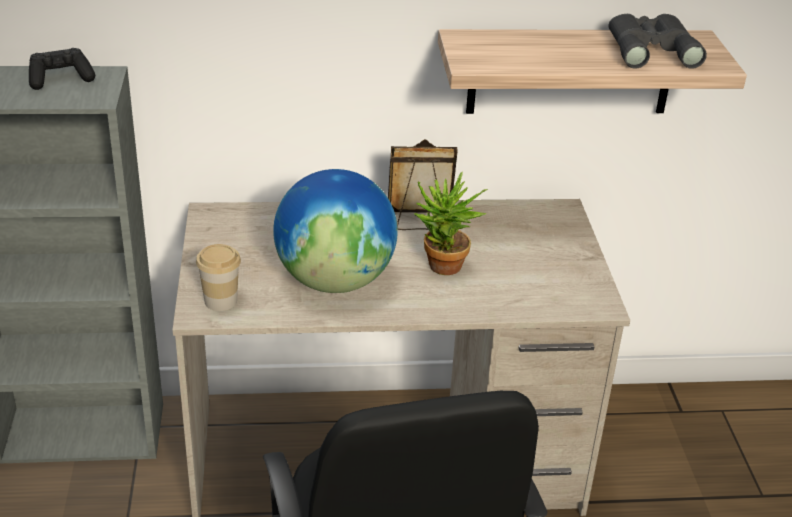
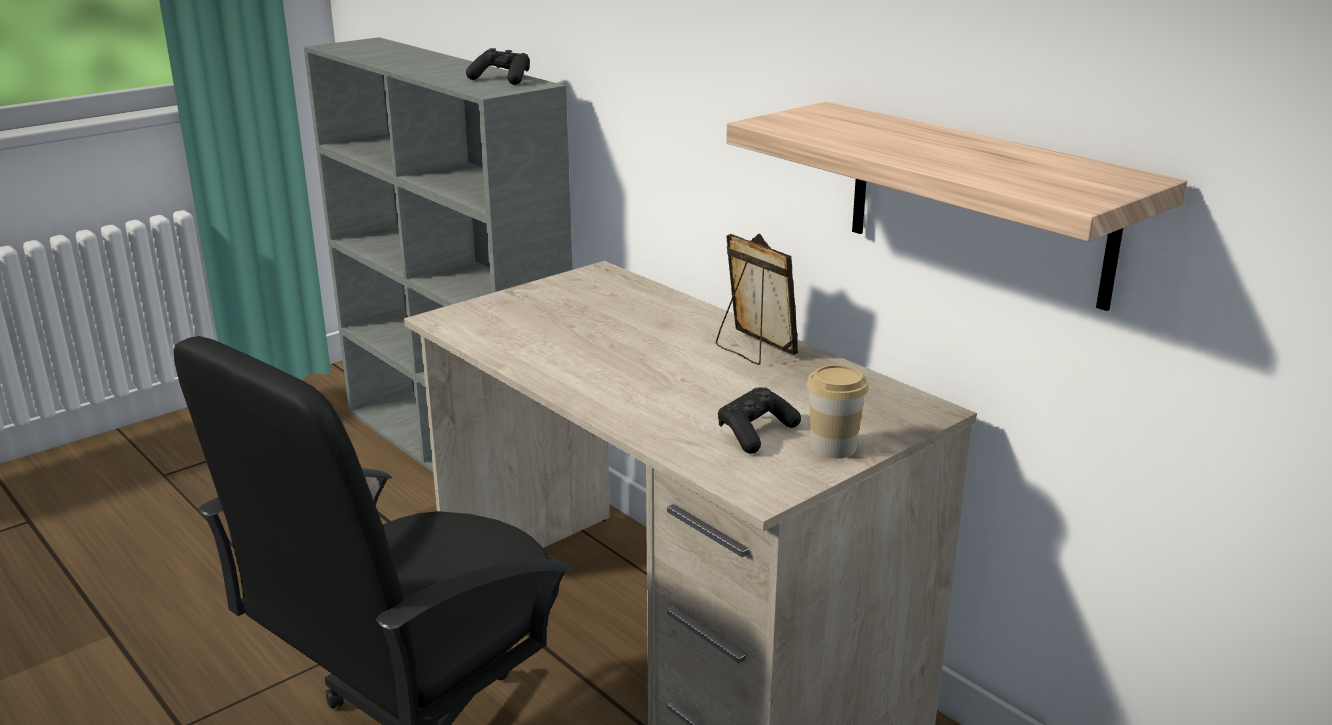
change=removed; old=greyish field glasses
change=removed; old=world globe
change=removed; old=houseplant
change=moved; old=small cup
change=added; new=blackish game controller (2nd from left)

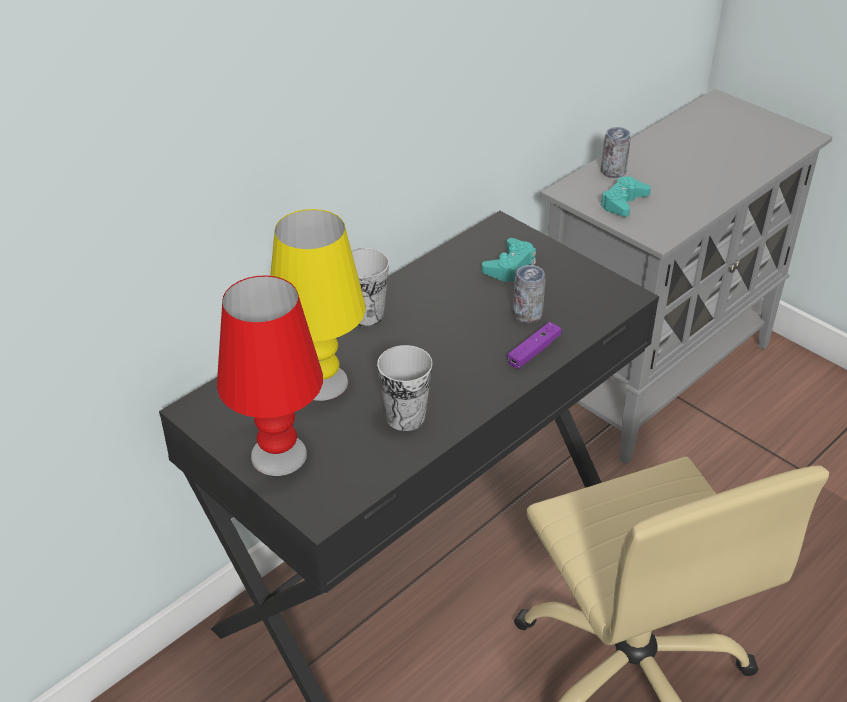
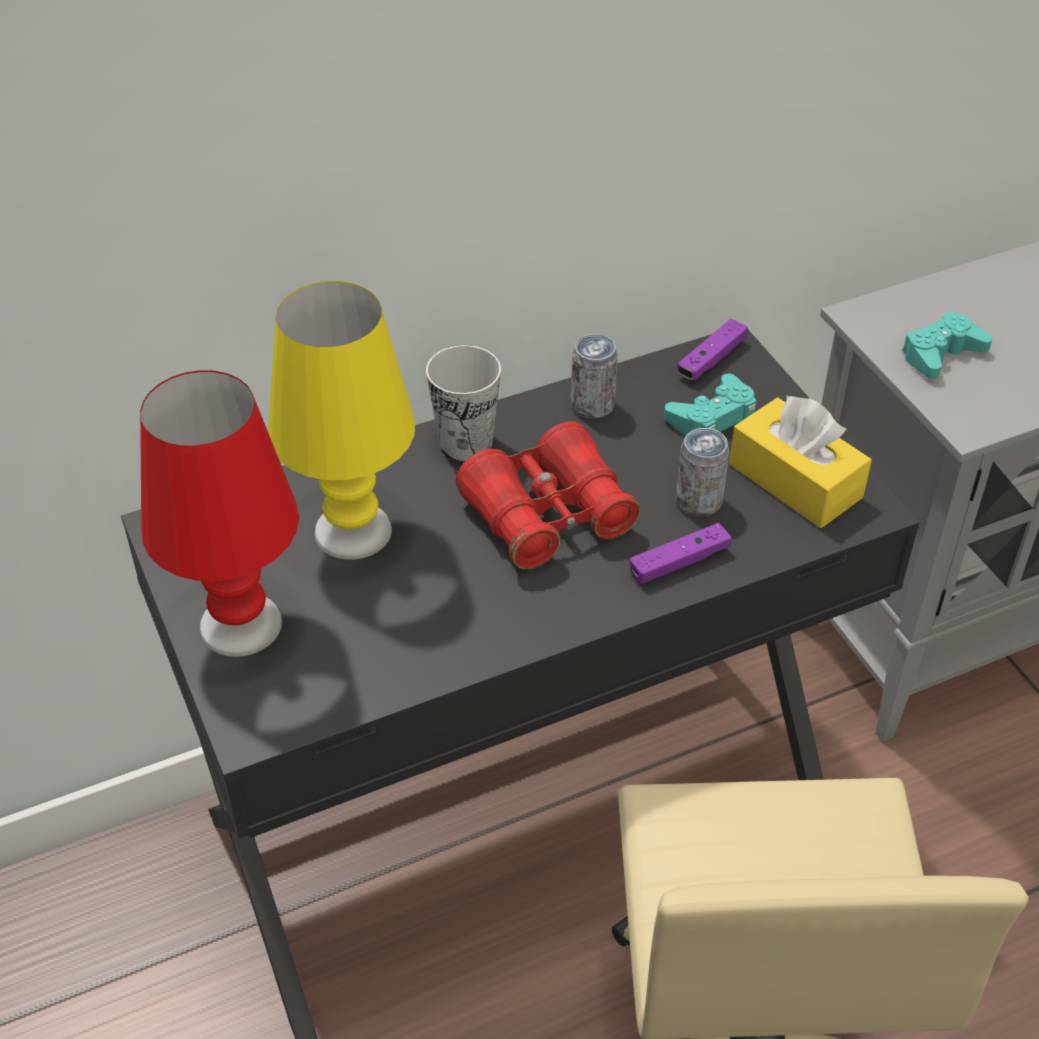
change=moved; old=sealed can (2nd from left in the first image); new=sealed can (1st from left)
change=removed; old=small cup (2nd from left)
change=added; new=purple-coloured game controller (2nd from left)
change=added; new=yellowish box of tissues
change=added; new=reddish field glasses

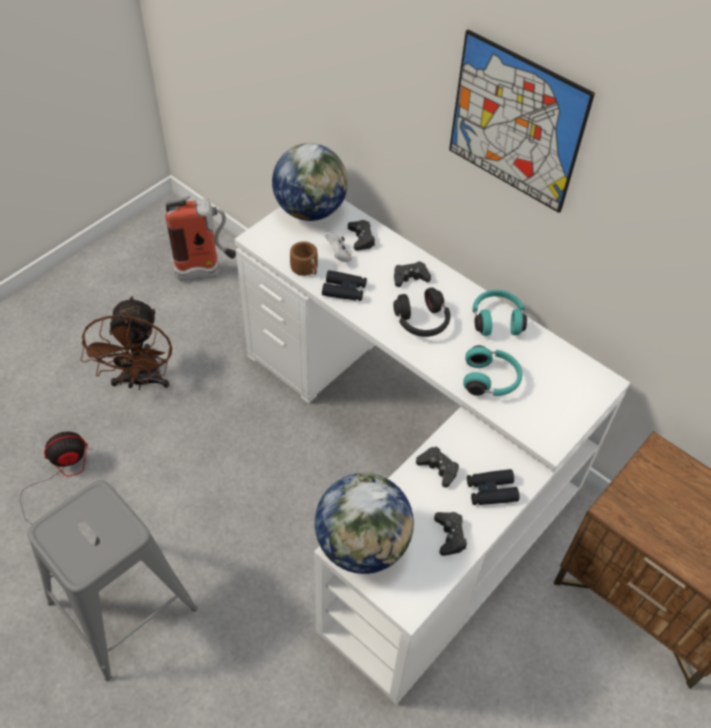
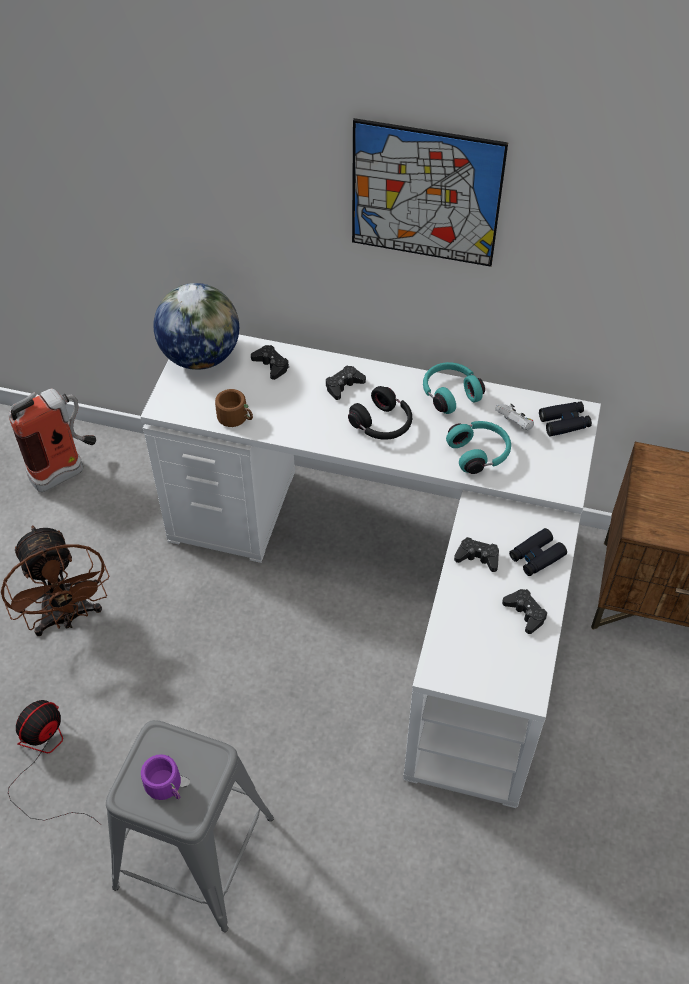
change=moved; old=white-coloured game controller
change=moved; old=blackish field glasses (1st from left in the first image); new=blackish field glasses (2nd from left)
change=removed; old=world globe (2nd from left)
change=added; new=purple-coloured coffee mug

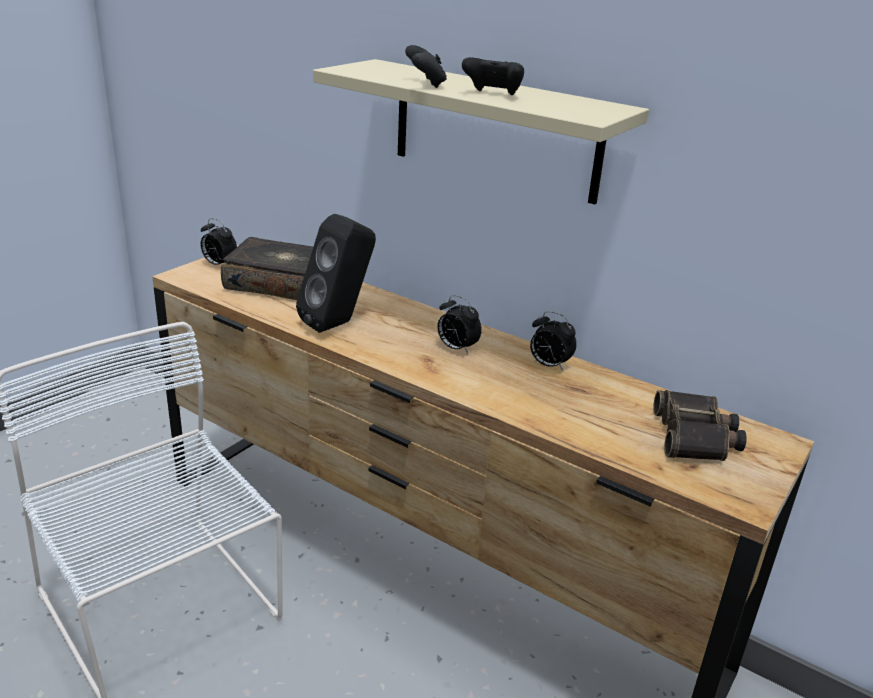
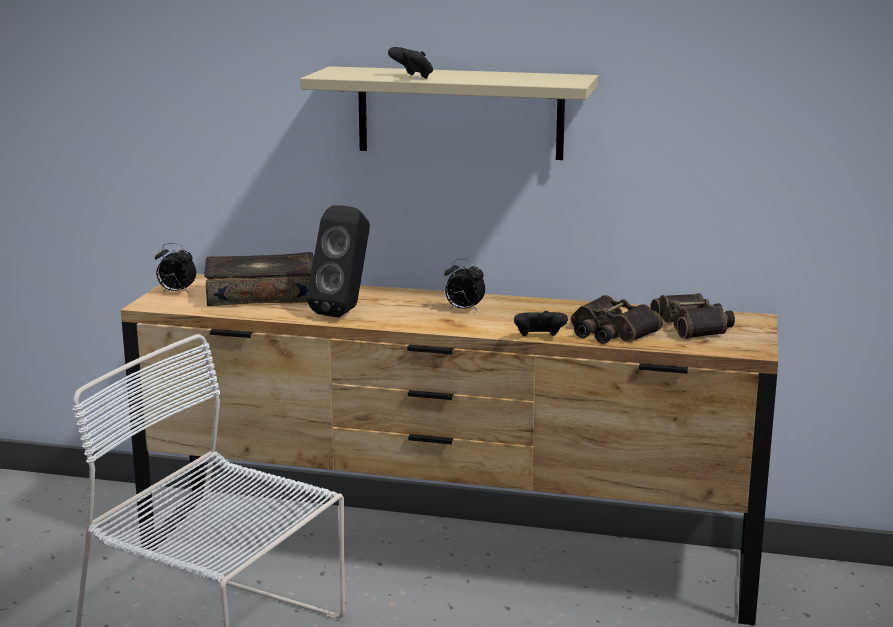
change=moved; old=blackish game controller (2nd from left)
change=removed; old=table clock (3rd from left)
change=added; new=field glasses (1st from left)

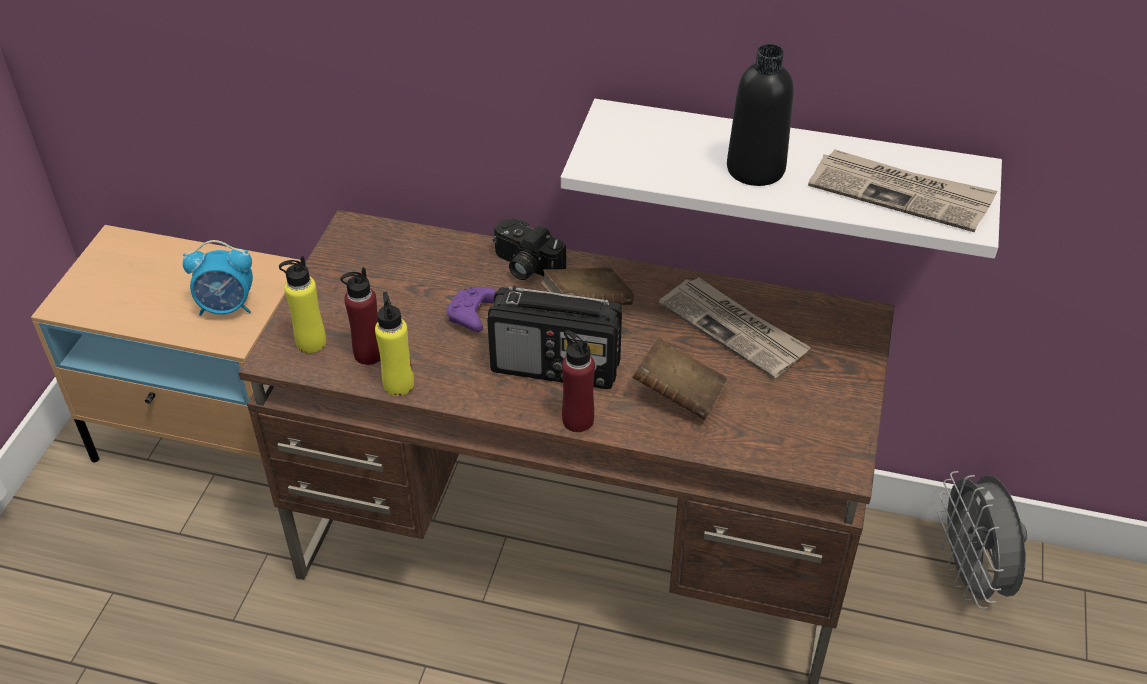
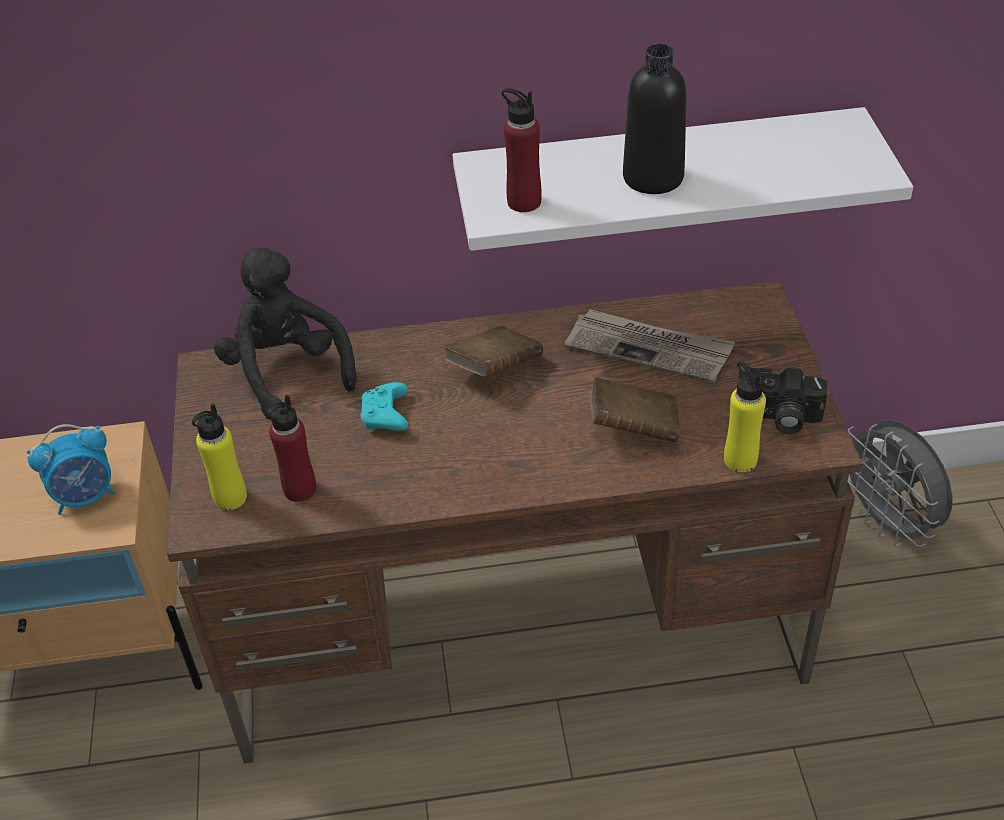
change=removed; old=daily paper (2nd from left)
change=moved; old=still camera
change=removed; old=radio
change=recoloured; old=purple-coloured game controller; new=blue-green game controller
change=moved; old=yellowish bottle (2nd from left)
change=moved; old=reddish bottle (2nd from left)
change=added; new=blackish cuddly toy

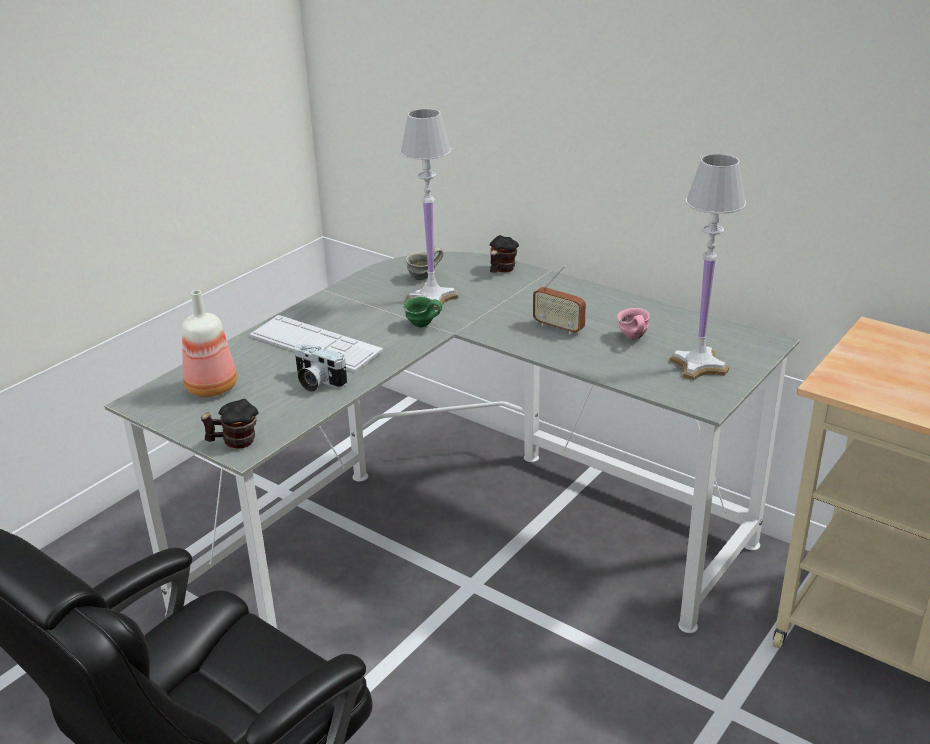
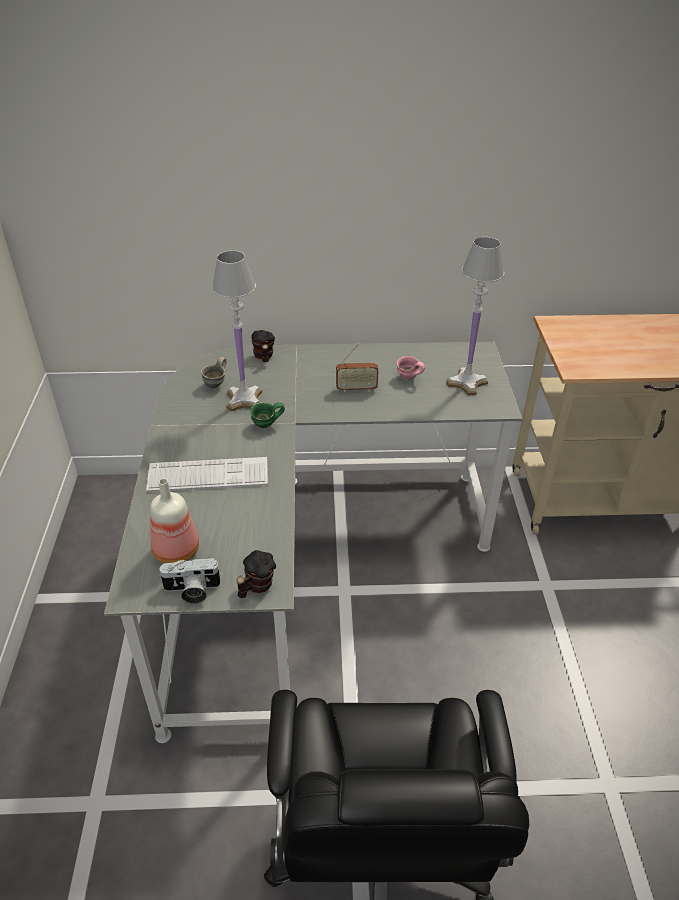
change=moved; old=still camera

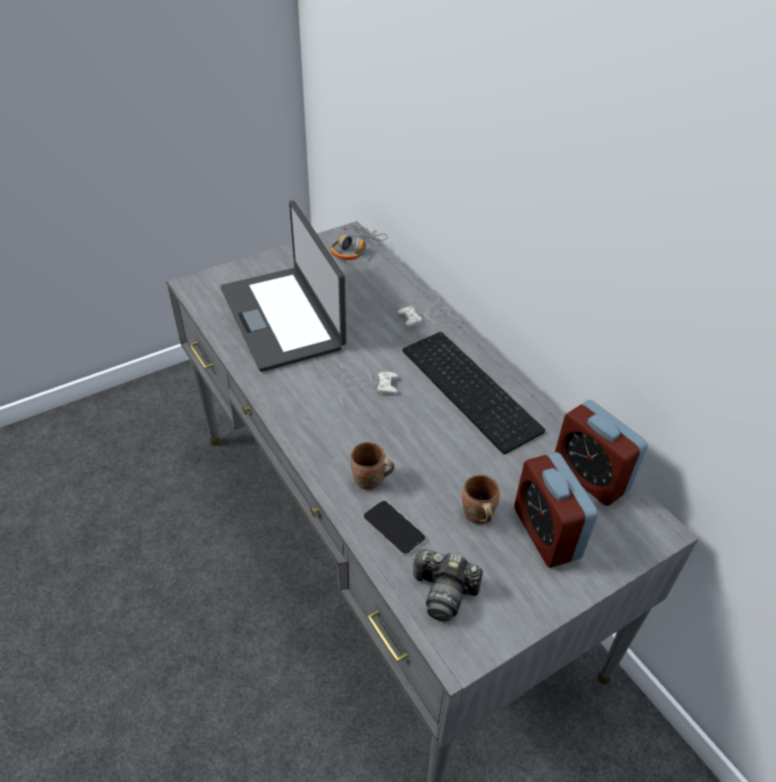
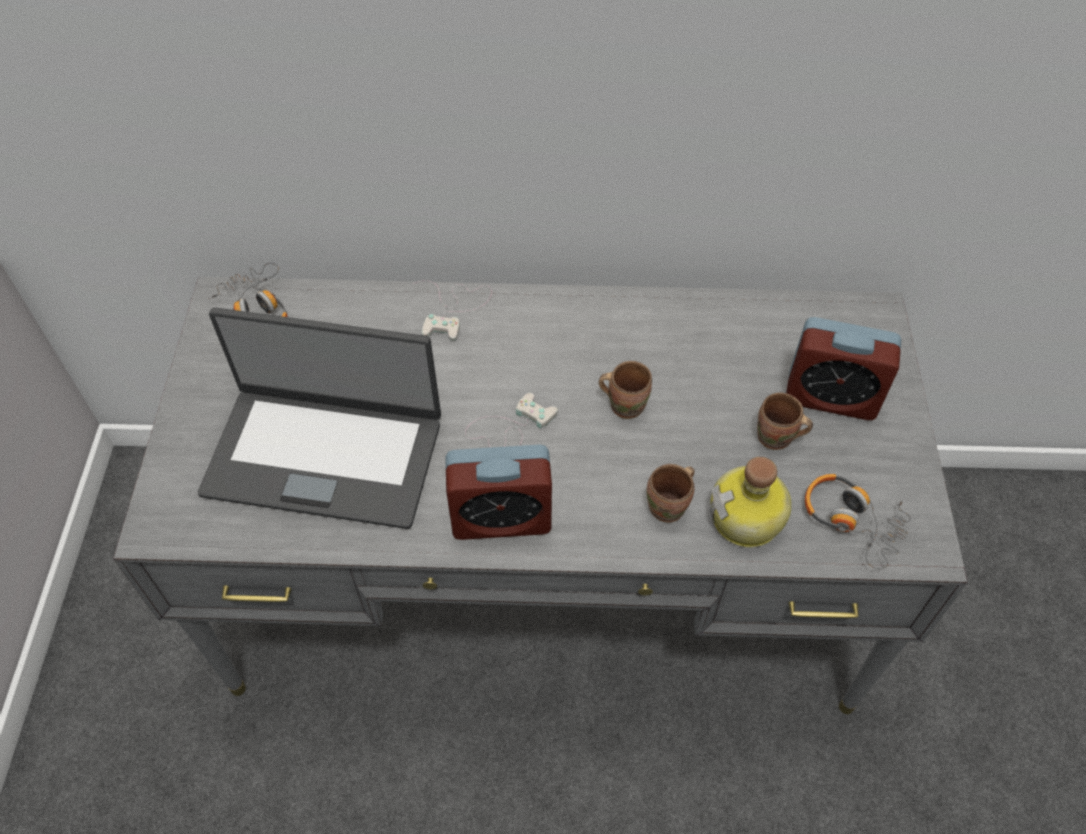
change=removed; old=computer keyboard
change=moved; old=table clock (2nd from left in the first image); new=table clock (1st from left)
change=replaced; old=telephone; new=bottle
change=replaced; old=still camera; new=pair of headphones (2nd from left)
change=added; new=brownish coffee mug (1st from left)

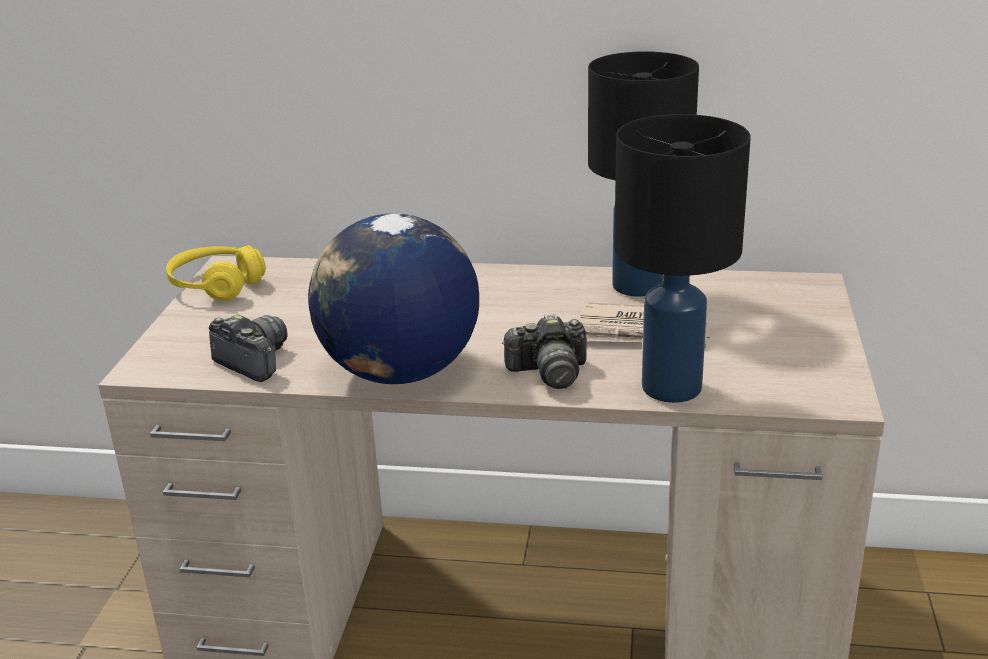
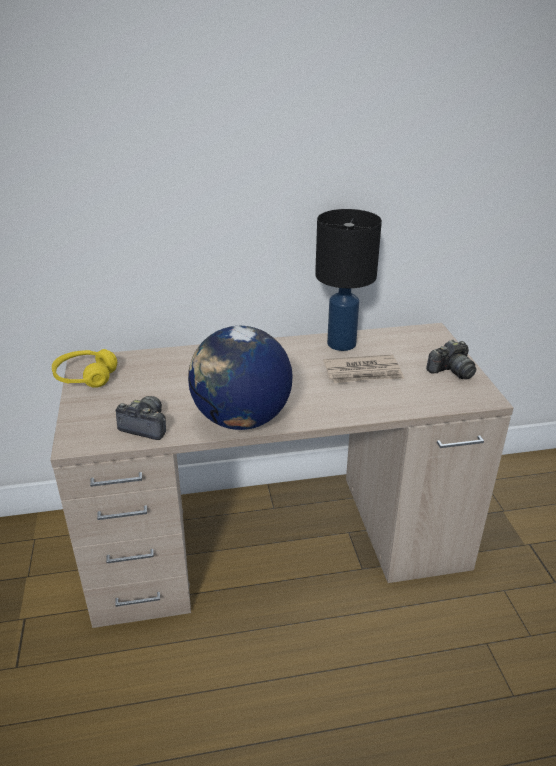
change=removed; old=blackish lamp for a table (2nd from left)
change=moved; old=still camera (2nd from left)

